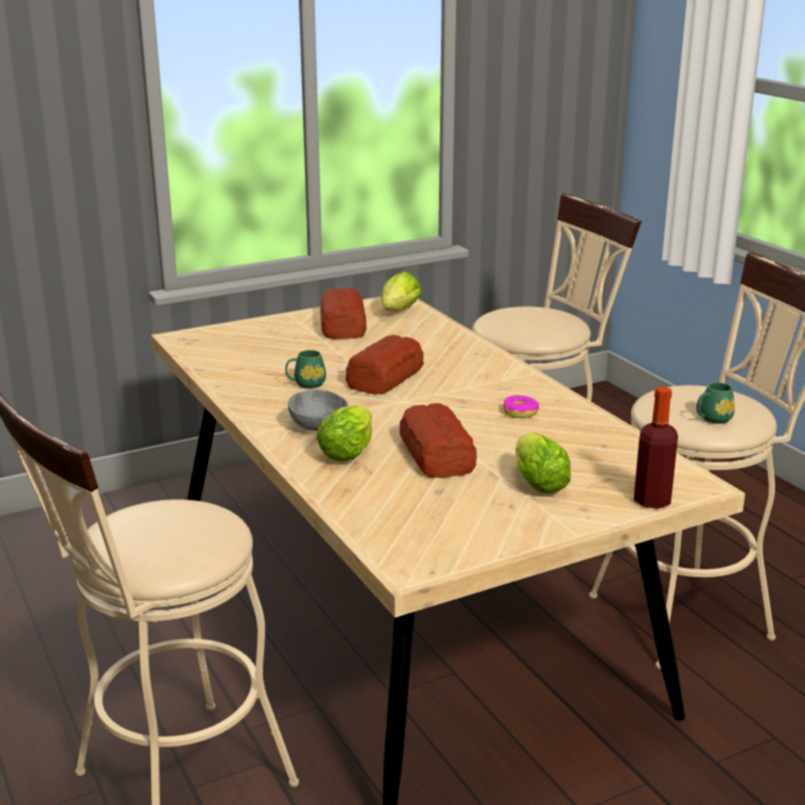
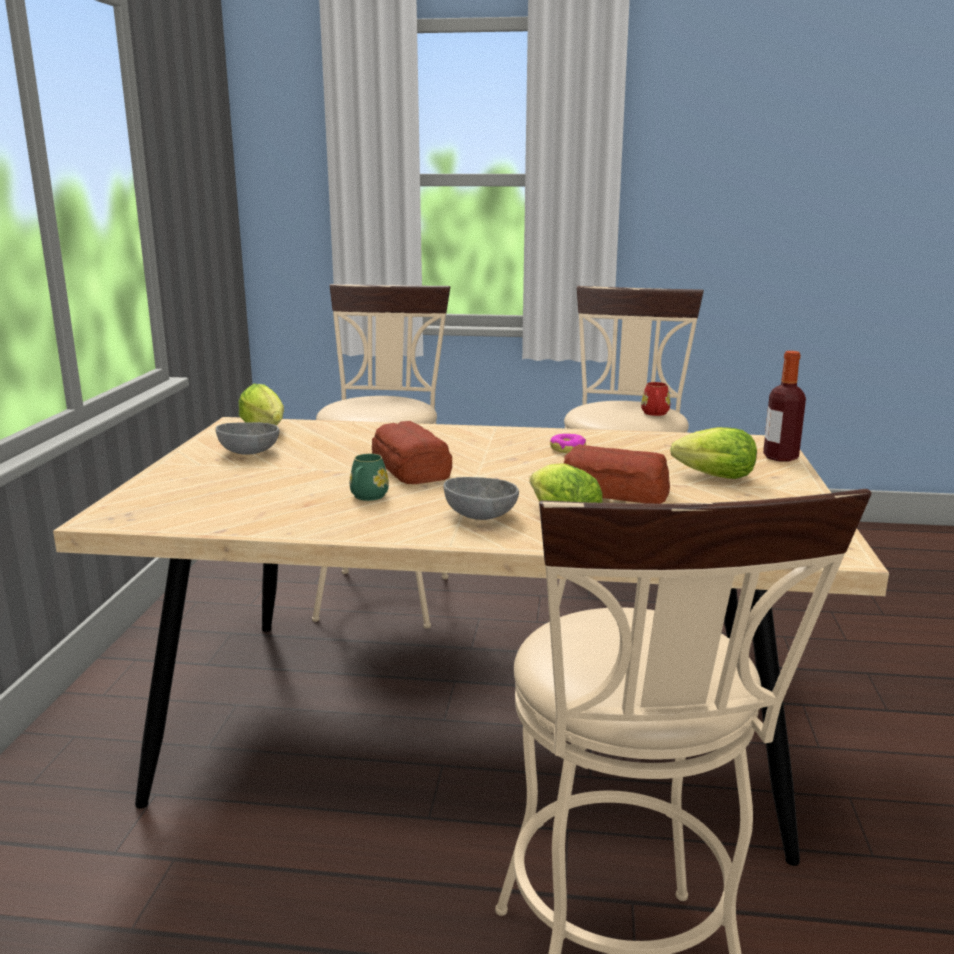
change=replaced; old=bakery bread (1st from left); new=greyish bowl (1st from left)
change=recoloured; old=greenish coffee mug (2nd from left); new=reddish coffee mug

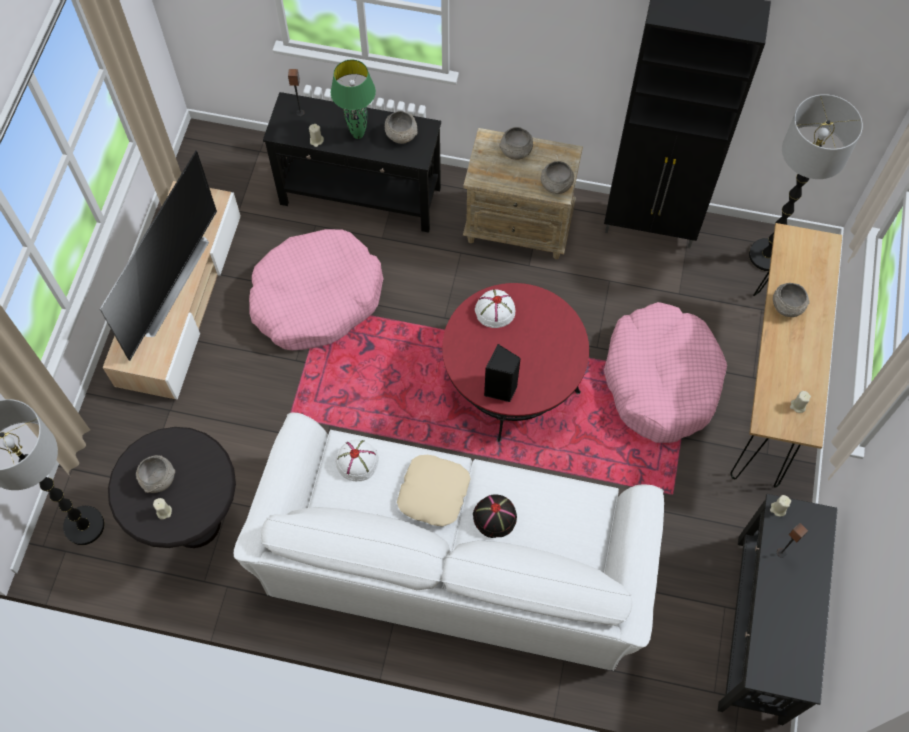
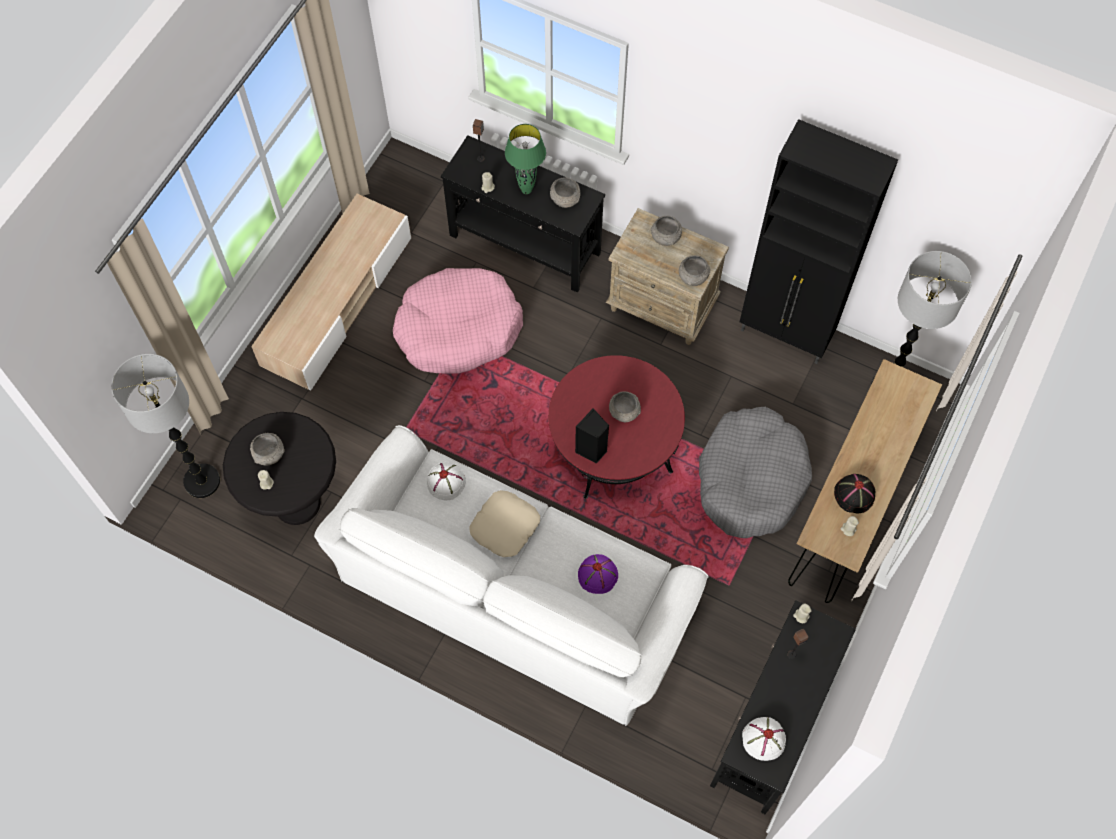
change=removed; old=TV
change=moved; old=greyish bowl (5th from left in the first image); new=greyish bowl (3rd from left)
change=moved; old=white-coloured hat (2nd from left)
change=recoloured; old=pinkish dog cushion (2nd from left); new=greyish dog cushion
change=moved; old=blackish hat
change=added; new=purple-coloured hat

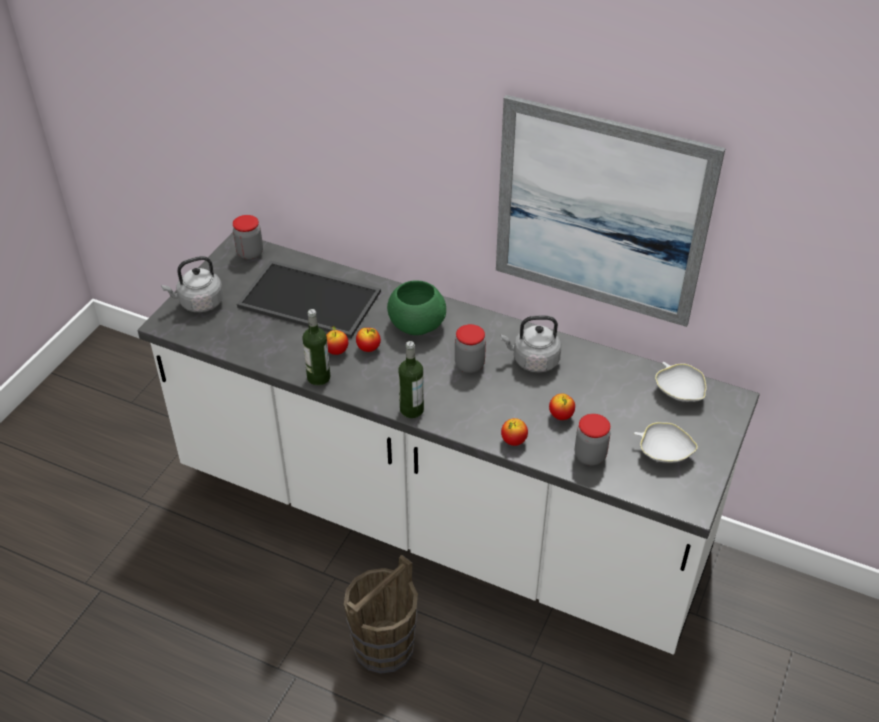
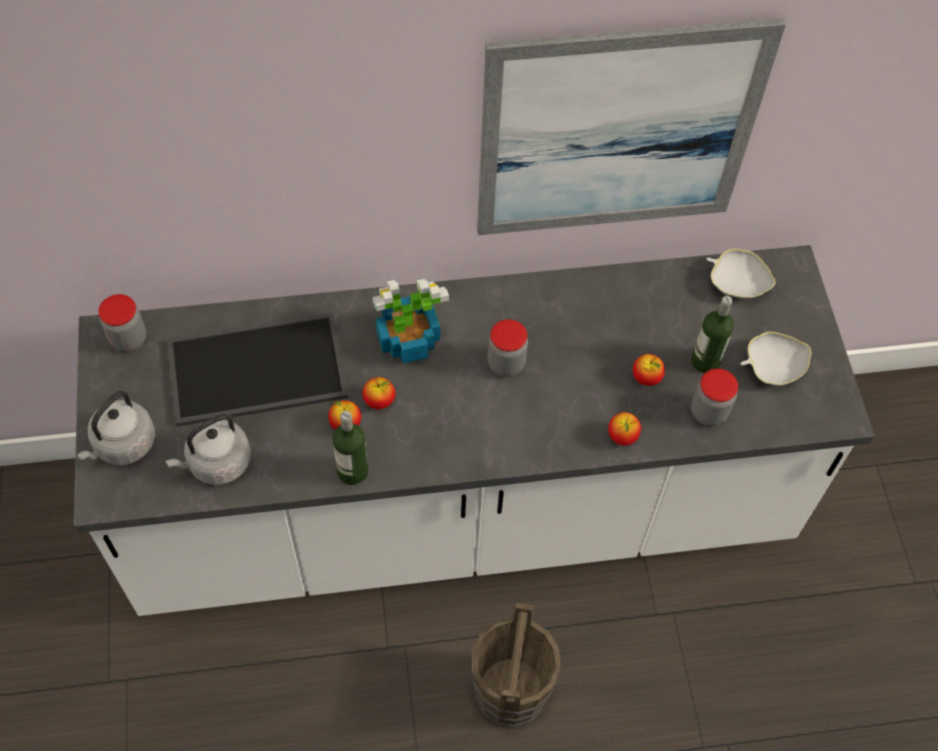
change=replaced; old=greenish bowl; new=houseplant
change=moved; old=greyish water kettle (2nd from left)
change=moved; old=bottle (2nd from left)

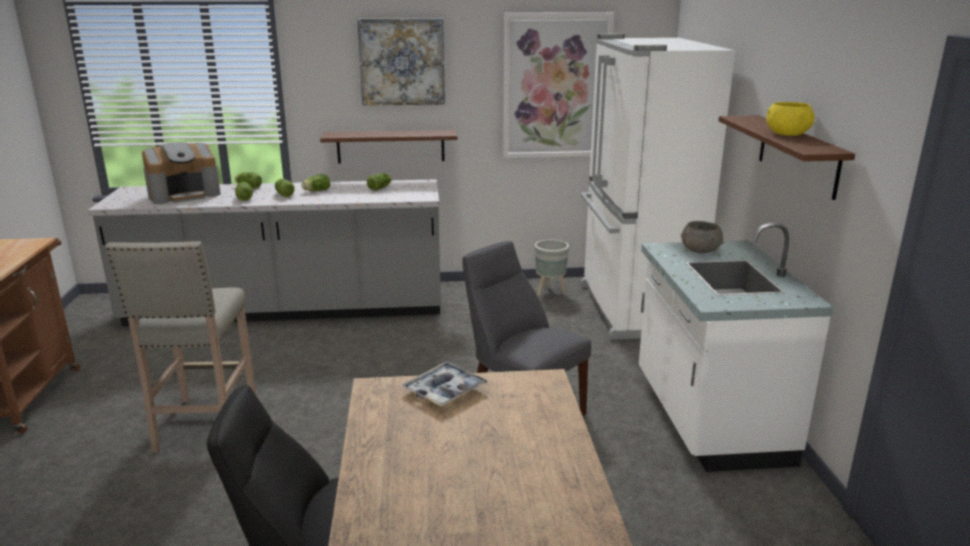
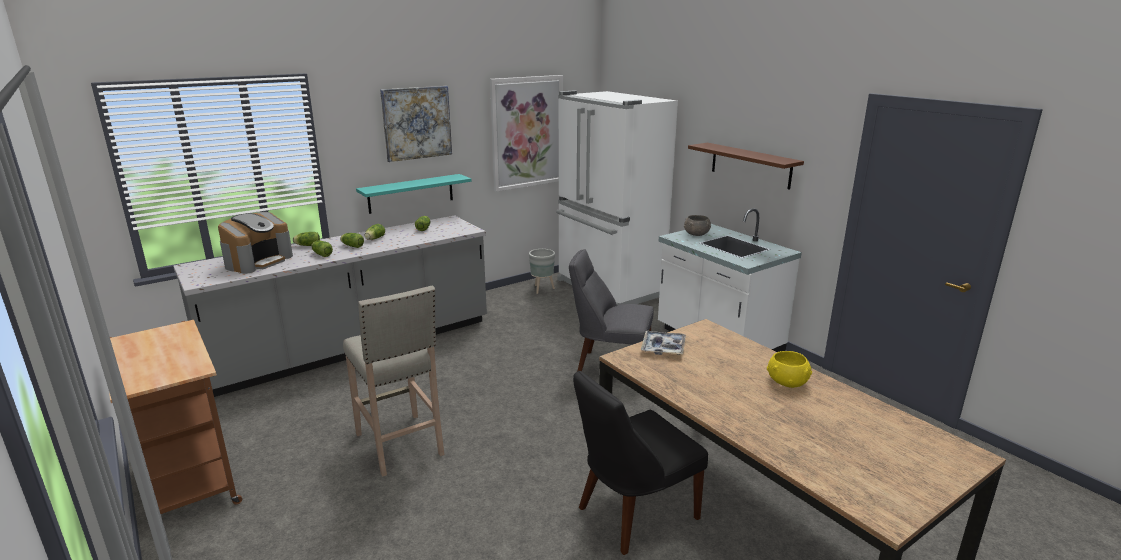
change=moved; old=yellowish bowl
change=recoloured; old=brownish bracket shelf (1st from left); new=blue-green bracket shelf

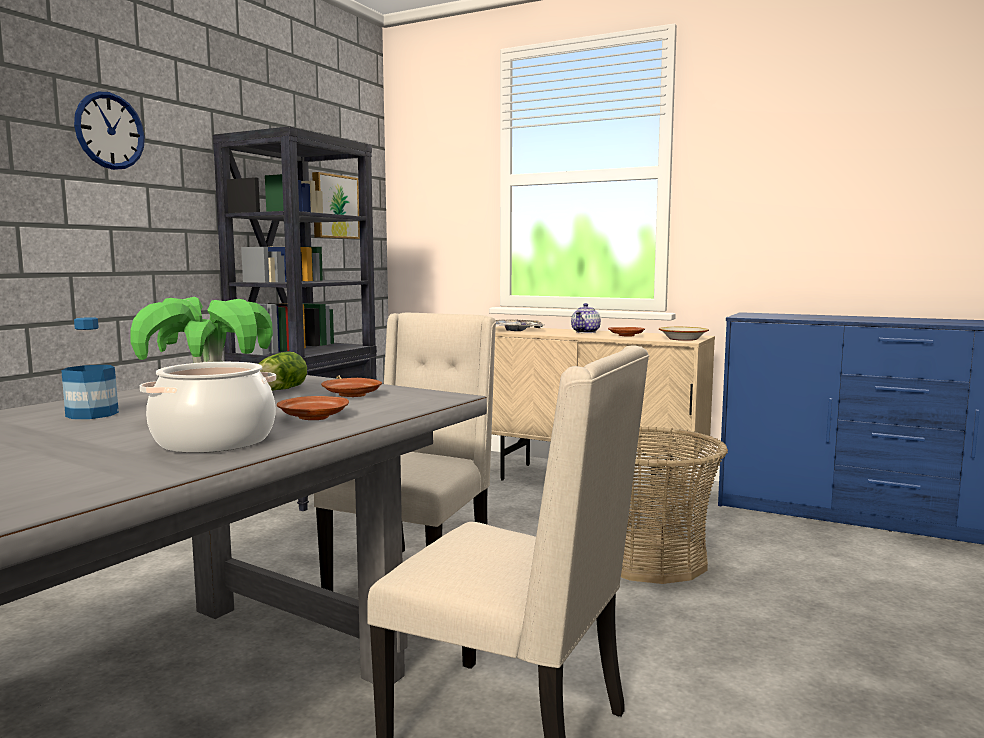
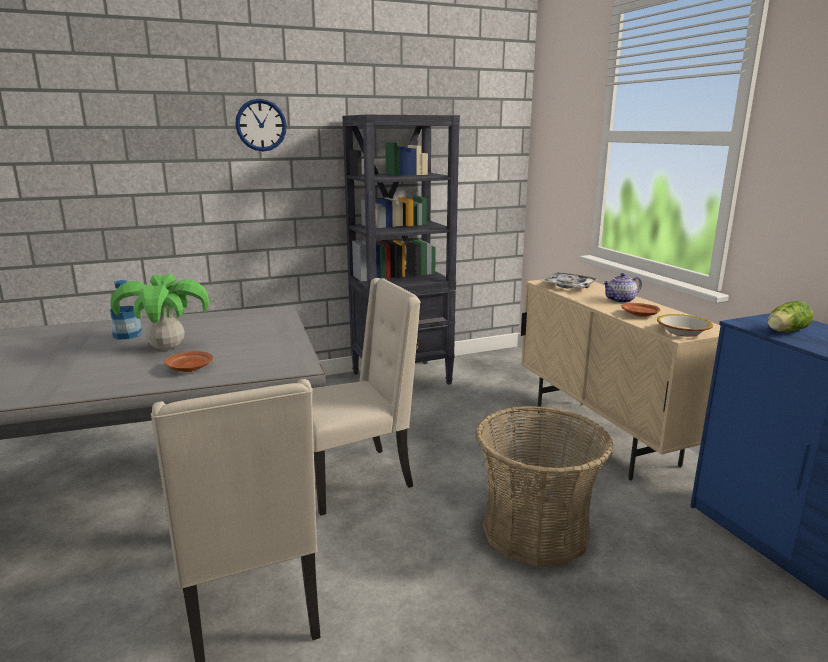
change=removed; old=picture
change=moved; old=lettuce
change=removed; old=cooking pot
change=removed; old=brownish dinner plate (2nd from left)

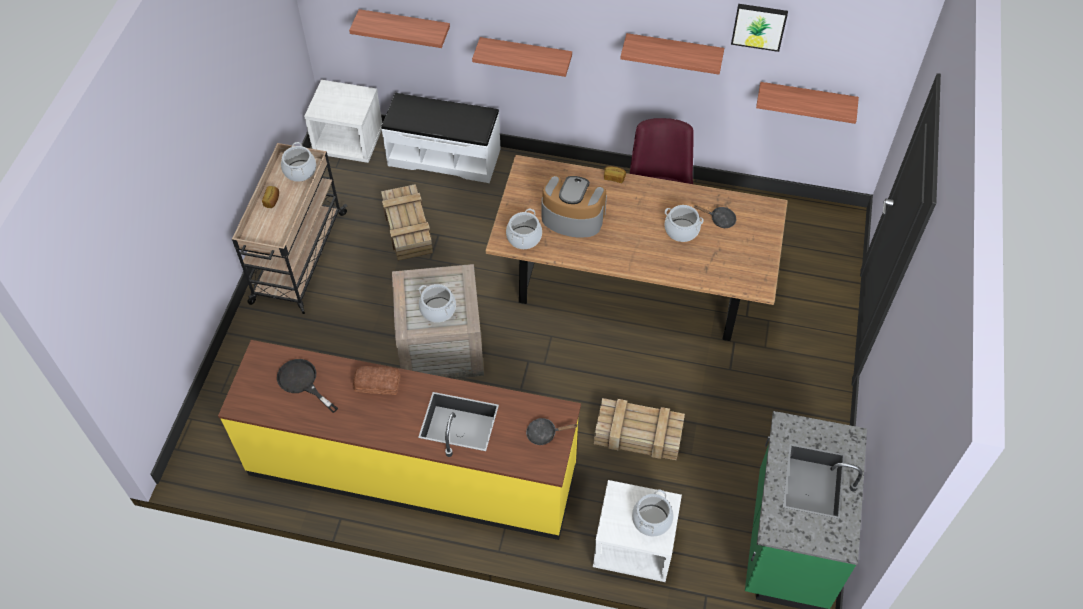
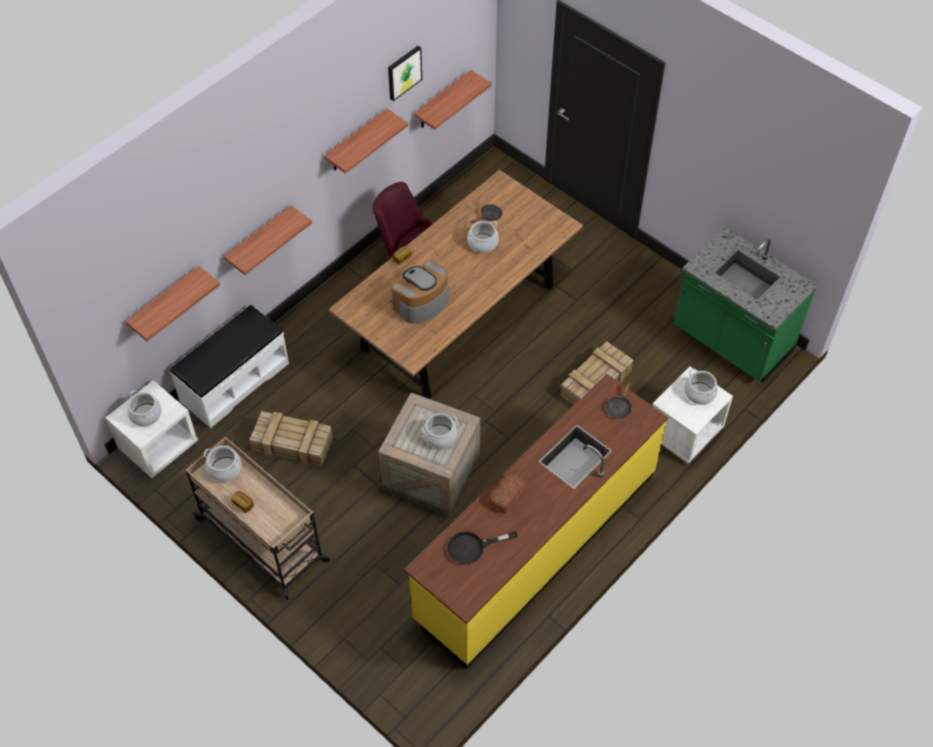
change=moved; old=cooking pot (3rd from left in the first image); new=cooking pot (1st from left)

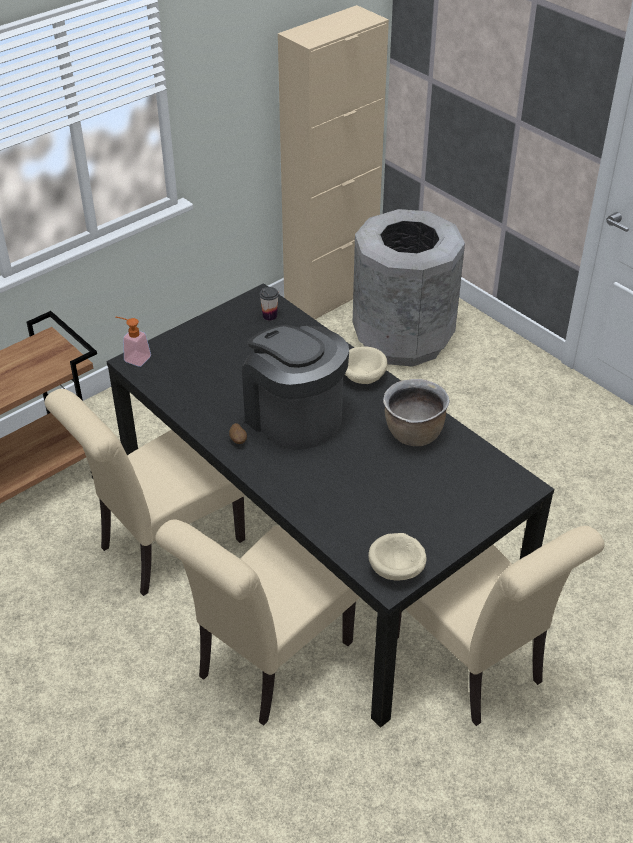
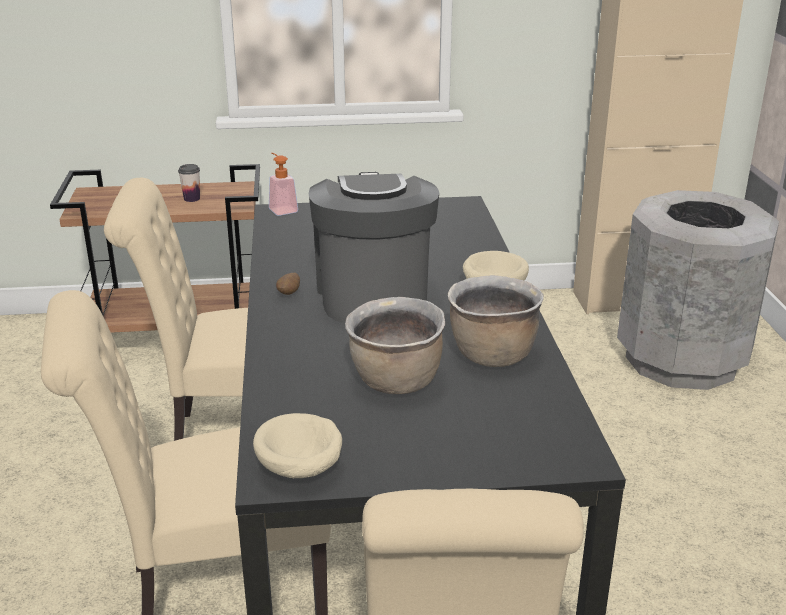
change=moved; old=small cup
change=added; new=brownish cooking pot (1st from left)

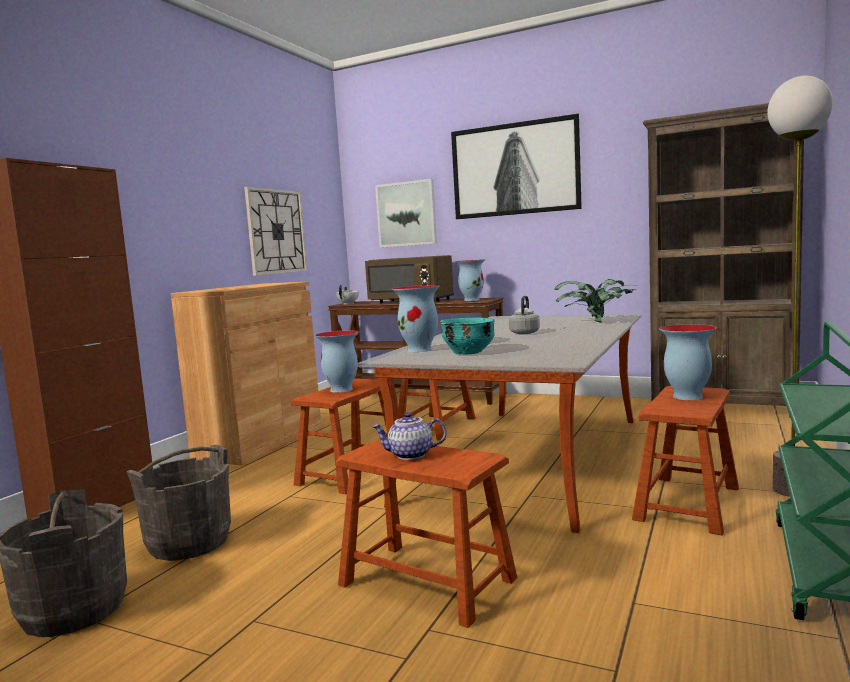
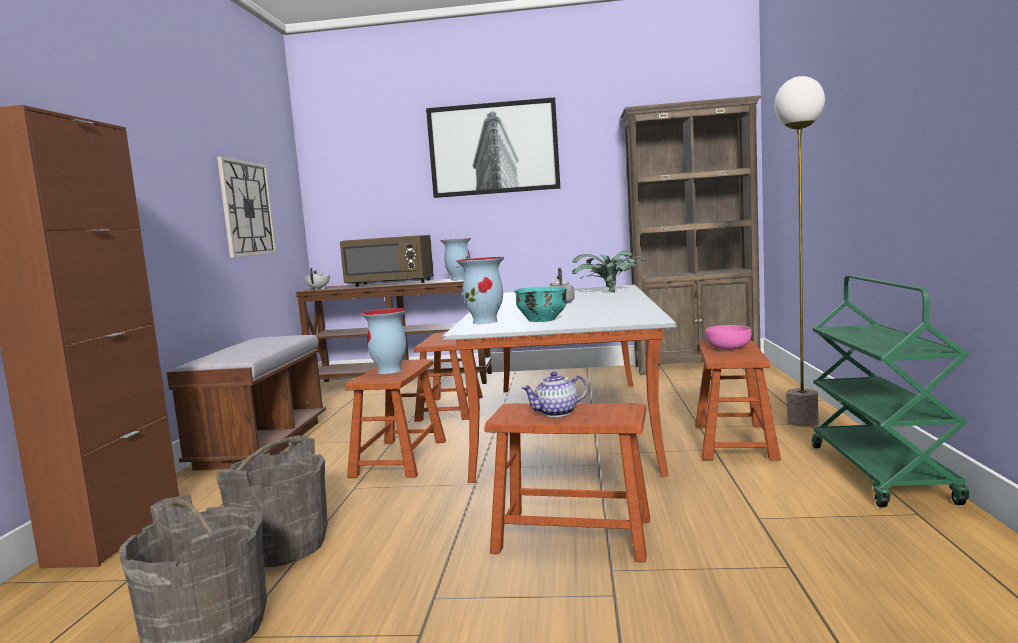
change=removed; old=picture (1st from left)
change=replaced; old=brownish cabinet (2nd from left); new=brownish bench
change=replaced; old=flower vase (4th from left); new=pinkish bowl

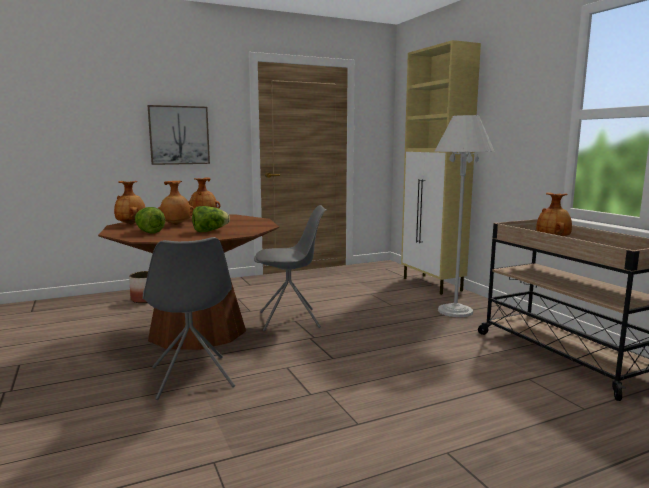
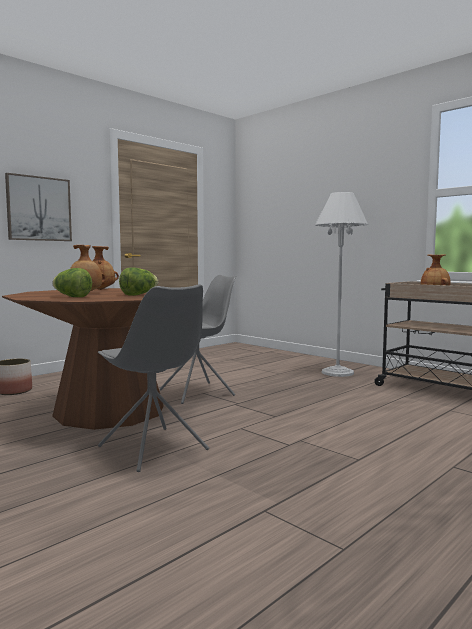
change=removed; old=beige-coloured cabinet
change=removed; old=brownish flower vase (1st from left)

